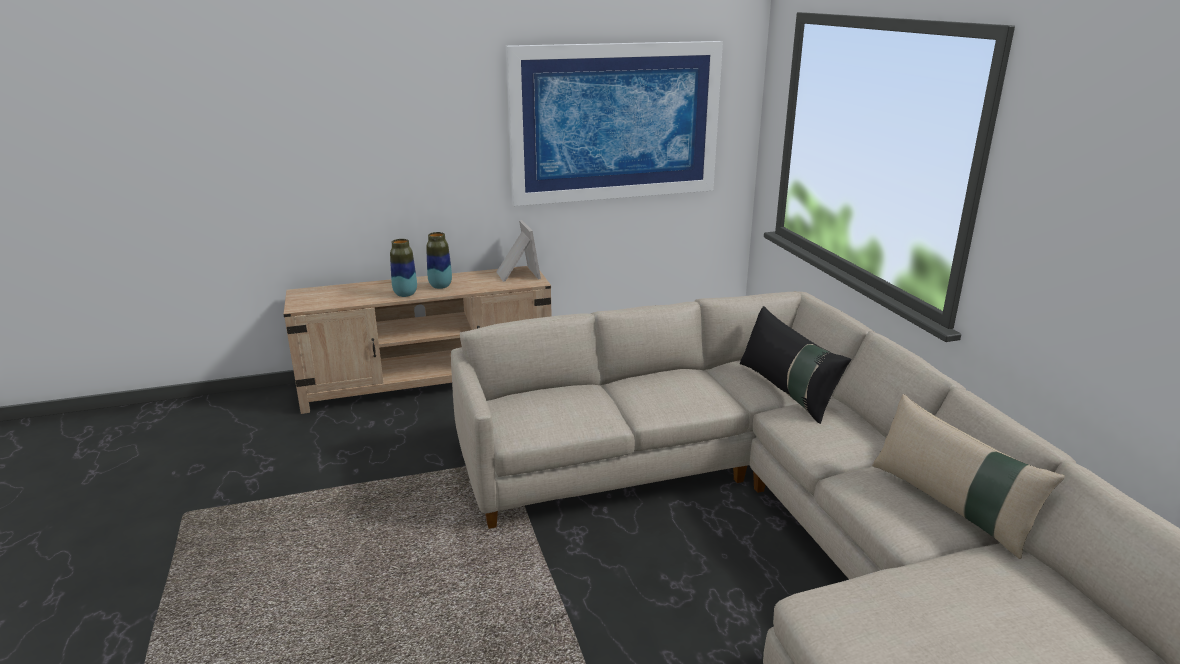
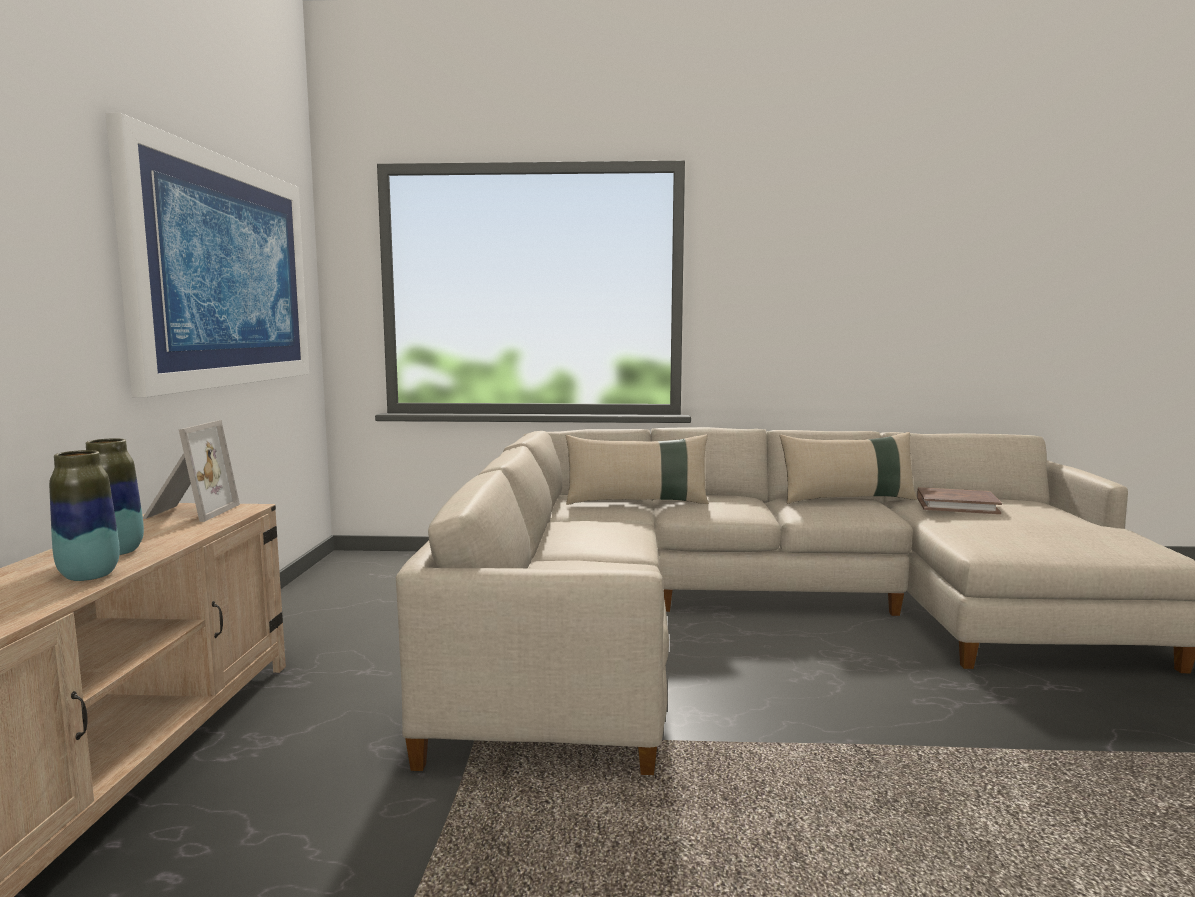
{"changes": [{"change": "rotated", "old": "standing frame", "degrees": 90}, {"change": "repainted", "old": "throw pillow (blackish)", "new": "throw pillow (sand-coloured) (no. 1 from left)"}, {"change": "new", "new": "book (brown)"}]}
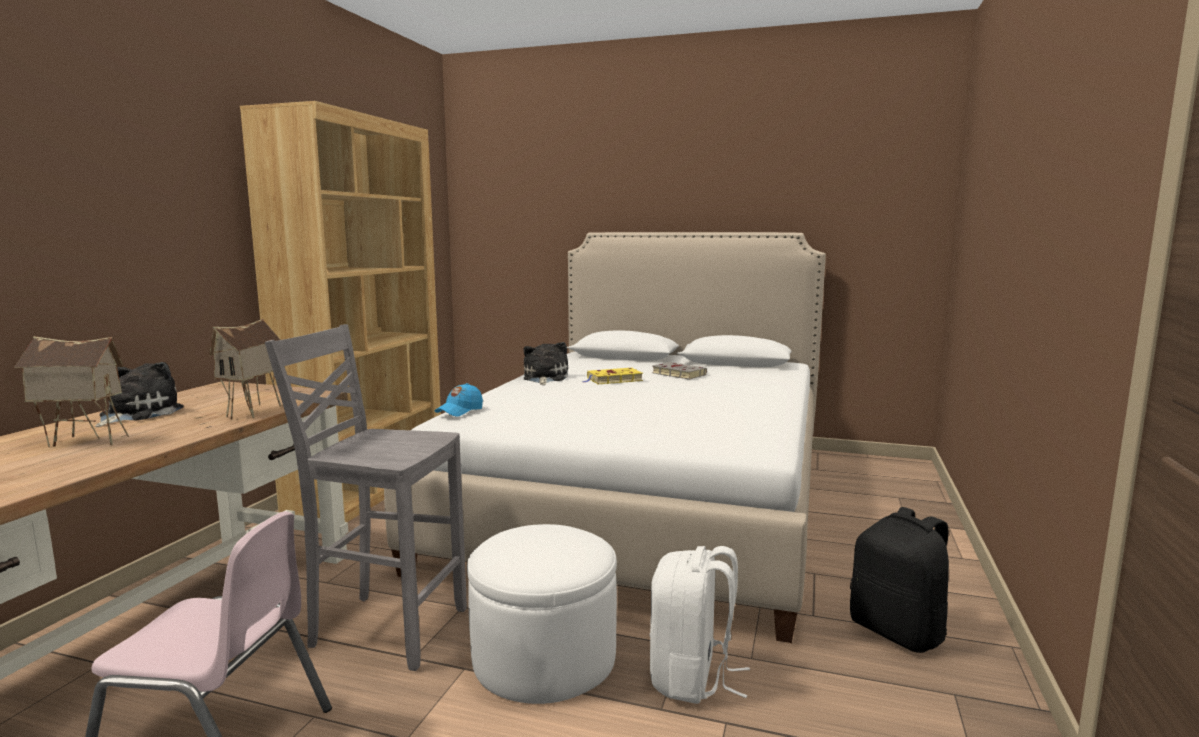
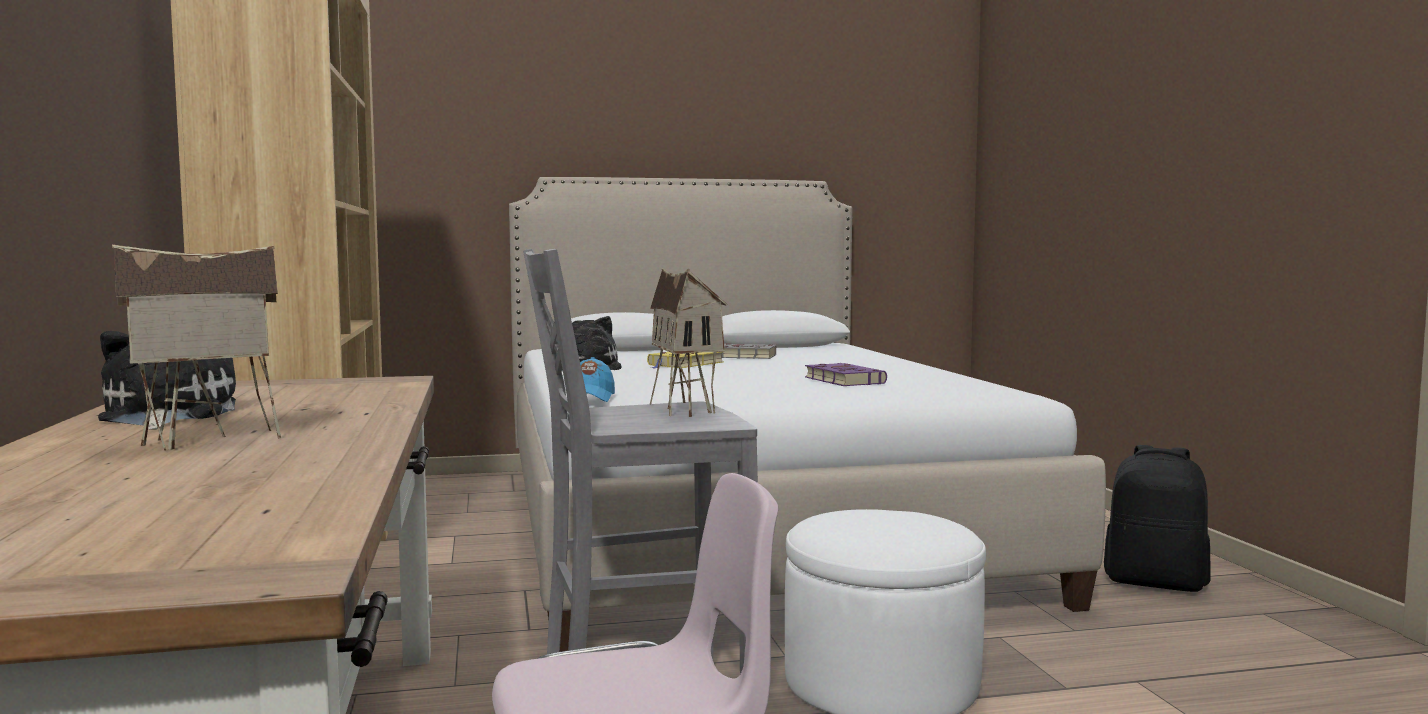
{"changes": [{"change": "shifted", "old": "toy house (no. 2 from left)"}, {"change": "new", "new": "book (purple-coloured)"}, {"change": "gone", "old": "rucksack (white-coloured)"}]}
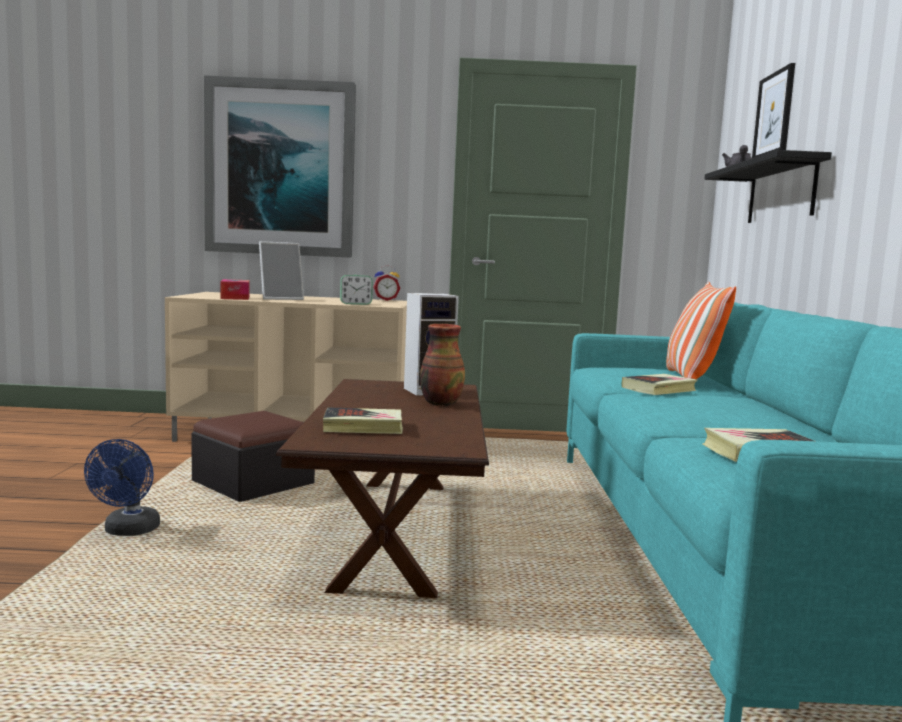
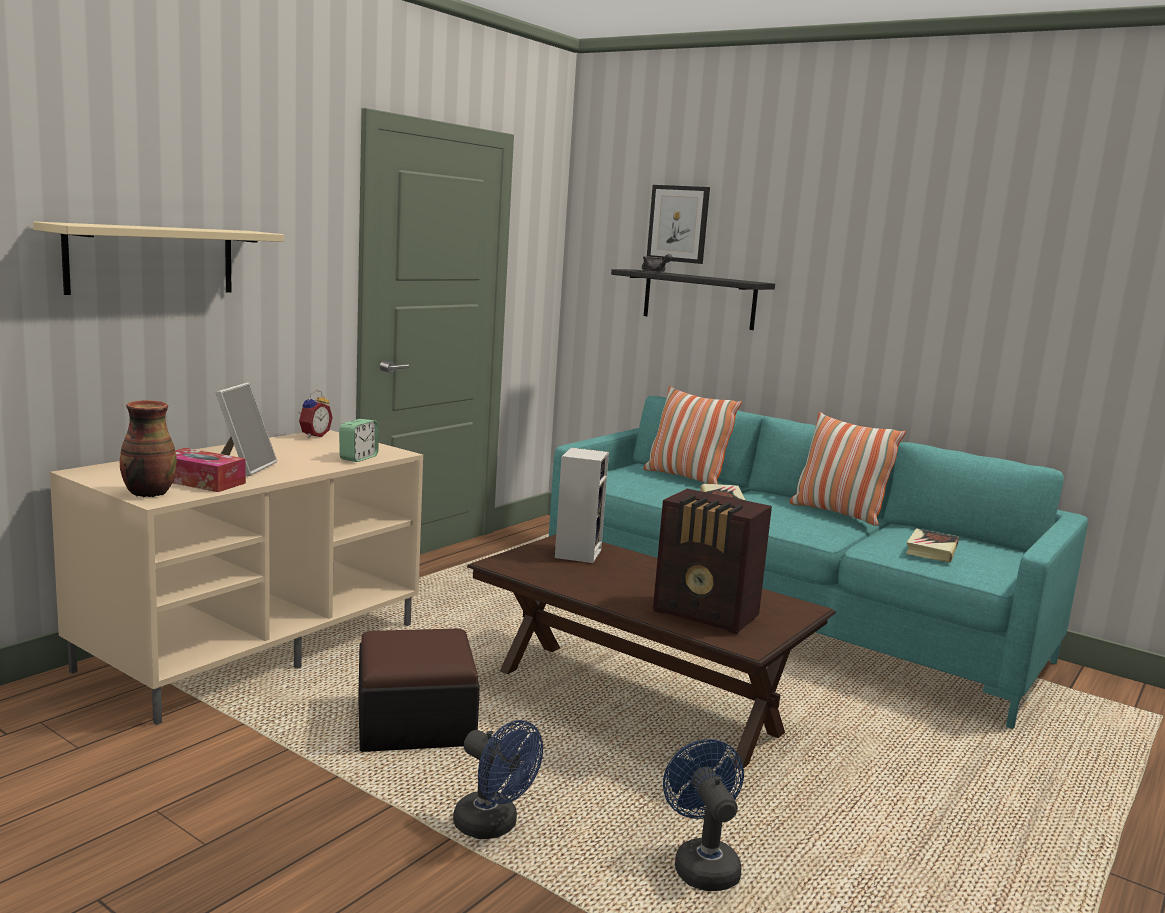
{"changes": [{"change": "swapped", "old": "wall picture (no. 1 from left)", "new": "shelf (sand-coloured)"}, {"change": "shifted", "old": "decorative vase"}, {"change": "swapped", "old": "book (no. 1 from left)", "new": "radio"}, {"change": "new", "new": "fan (blue) (no. 2 from left)"}, {"change": "new", "new": "throw pillow (no. 2 from left)"}]}
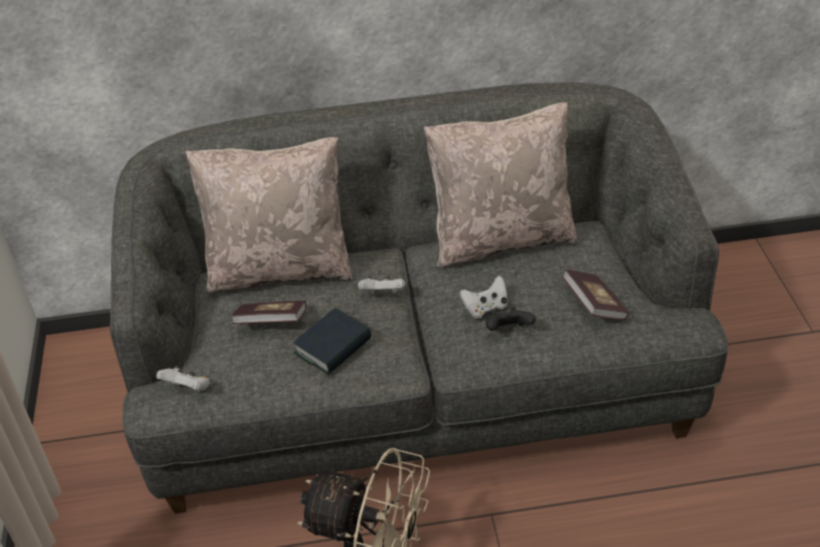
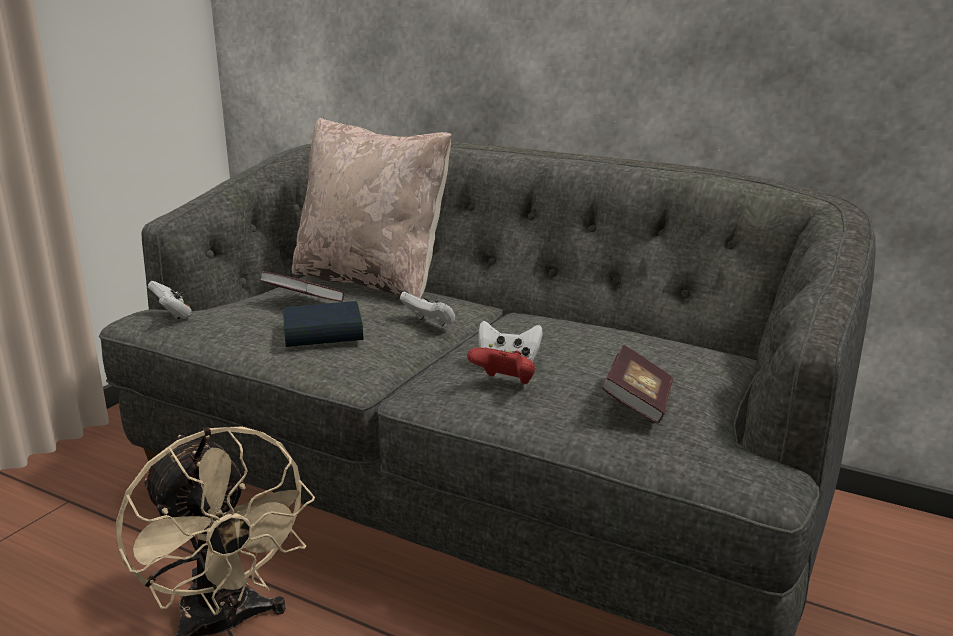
{"changes": [{"change": "repainted", "old": "game controller (blackish)", "new": "game controller (red)"}, {"change": "gone", "old": "throw pillow (sand-coloured) (no. 2 from left)"}]}
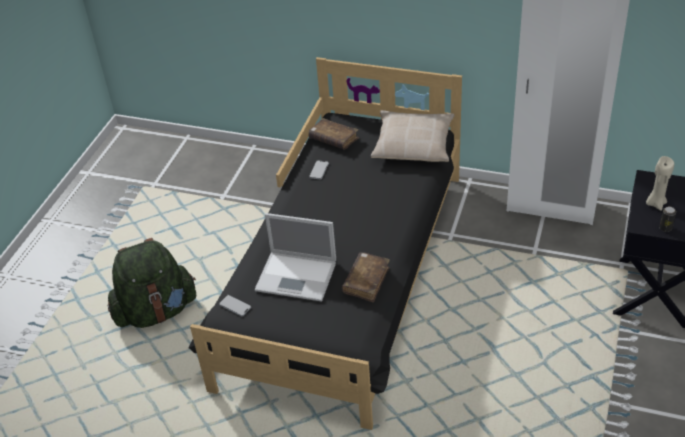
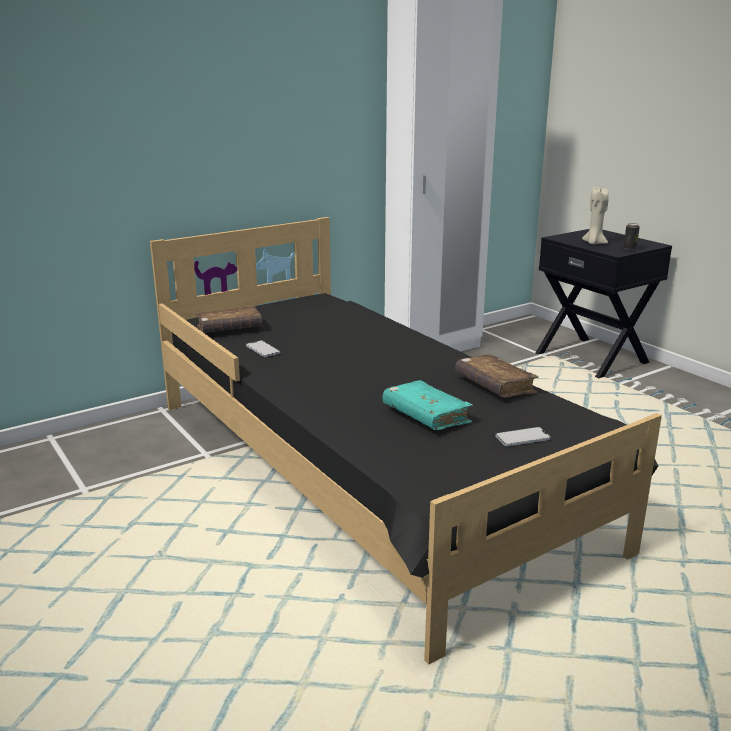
{"changes": [{"change": "swapped", "old": "notebook computer", "new": "book (turquoise)"}, {"change": "shifted", "old": "telephone (no. 1 from left in the first image)", "new": "telephone (no. 2 from left)"}, {"change": "gone", "old": "rucksack (green)"}, {"change": "gone", "old": "throw pillow (sand-coloured)"}]}
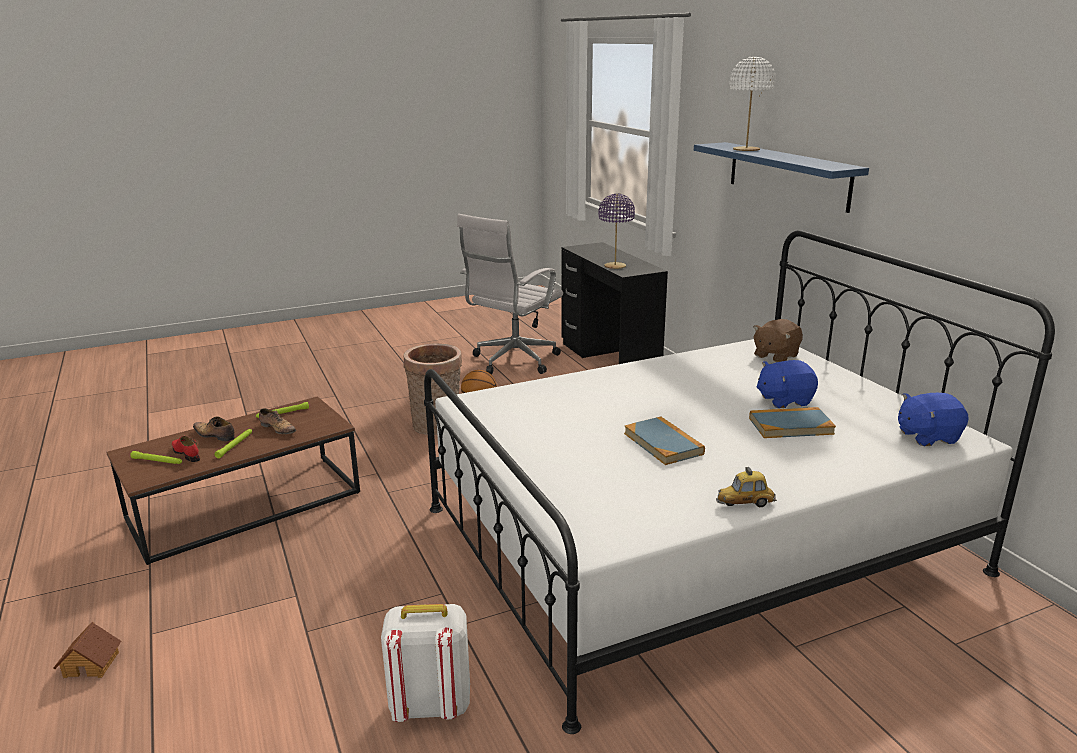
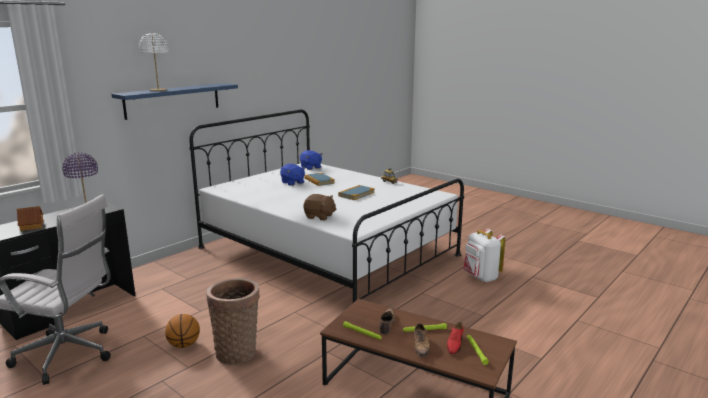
{"changes": [{"change": "shifted", "old": "toy house"}, {"change": "shifted", "old": "cuddly toy (brown)"}]}
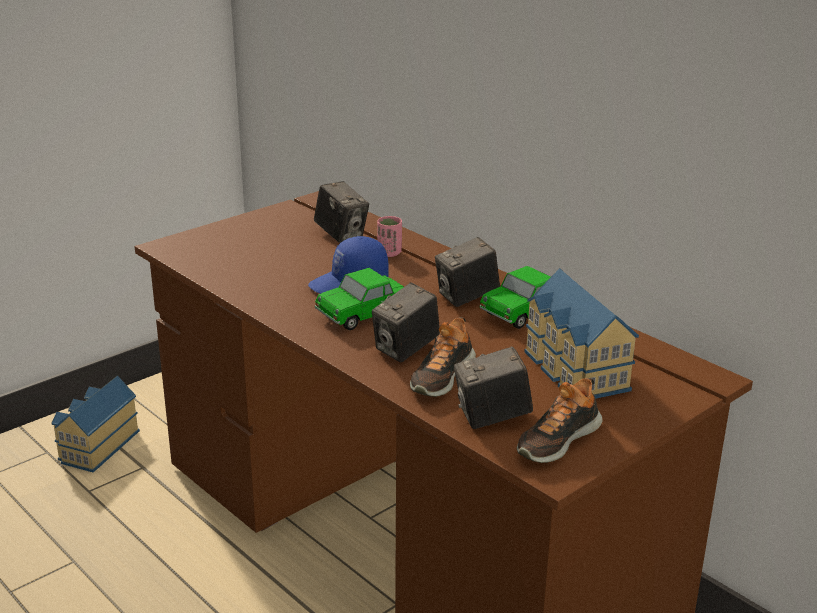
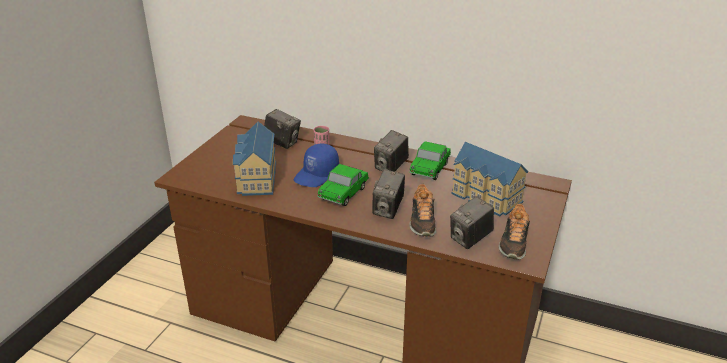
{"changes": [{"change": "shifted", "old": "toy house (no. 1 from left)"}]}
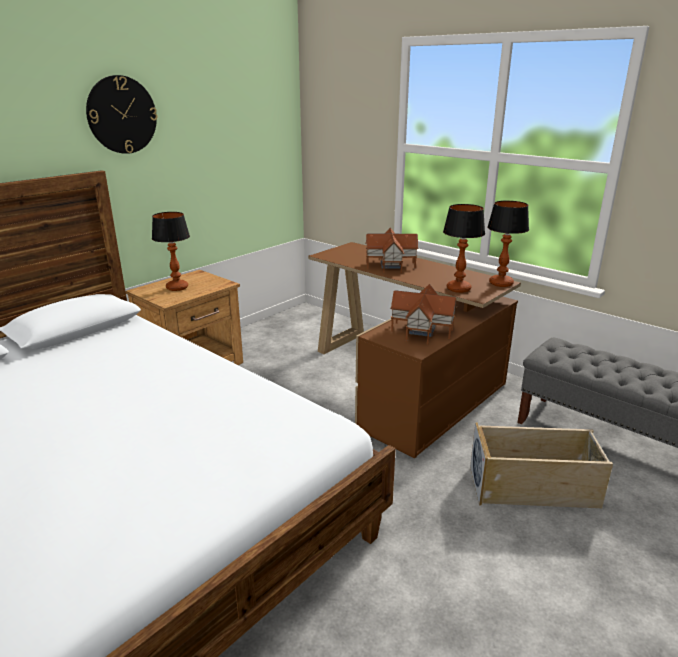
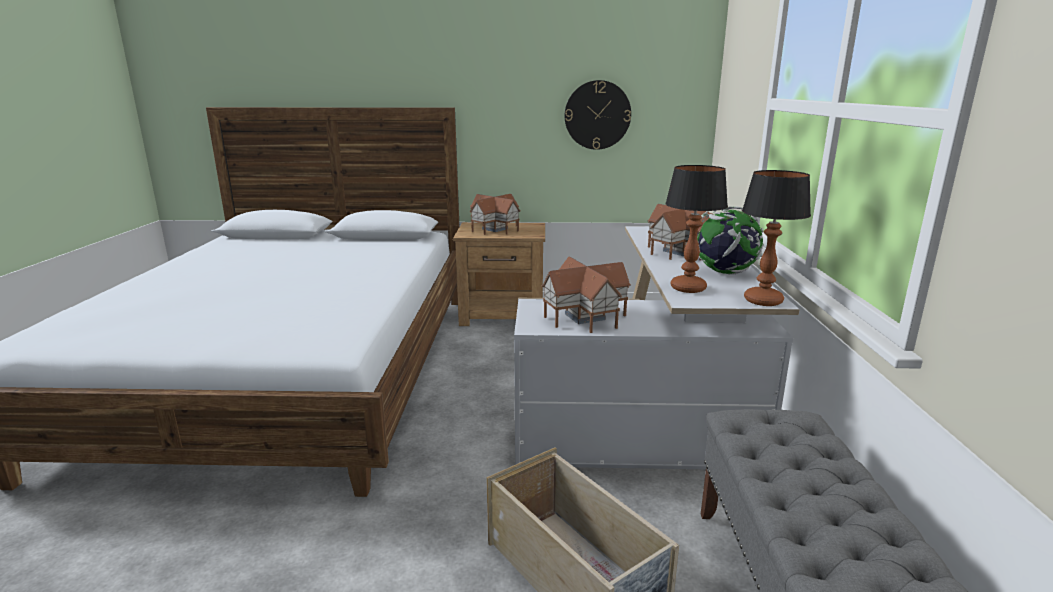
{"changes": [{"change": "swapped", "old": "table lamp (no. 1 from left)", "new": "toy house (no. 1 from left)"}, {"change": "repainted", "old": "desk (brown)", "new": "desk (white-coloured)"}, {"change": "shifted", "old": "clock on the wall"}, {"change": "new", "new": "globe"}]}
